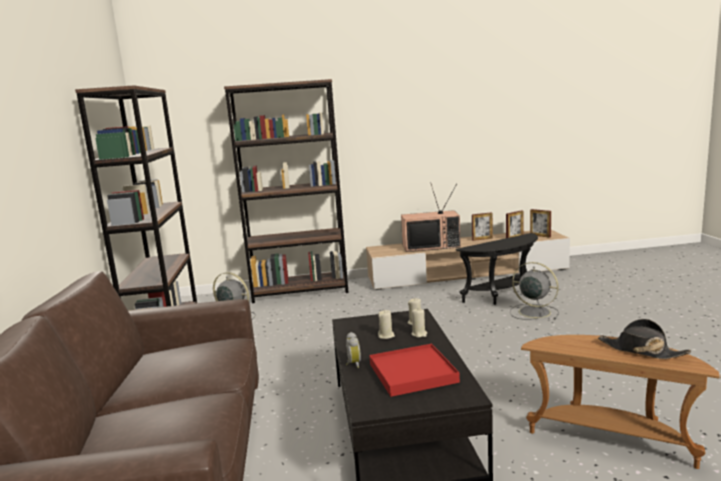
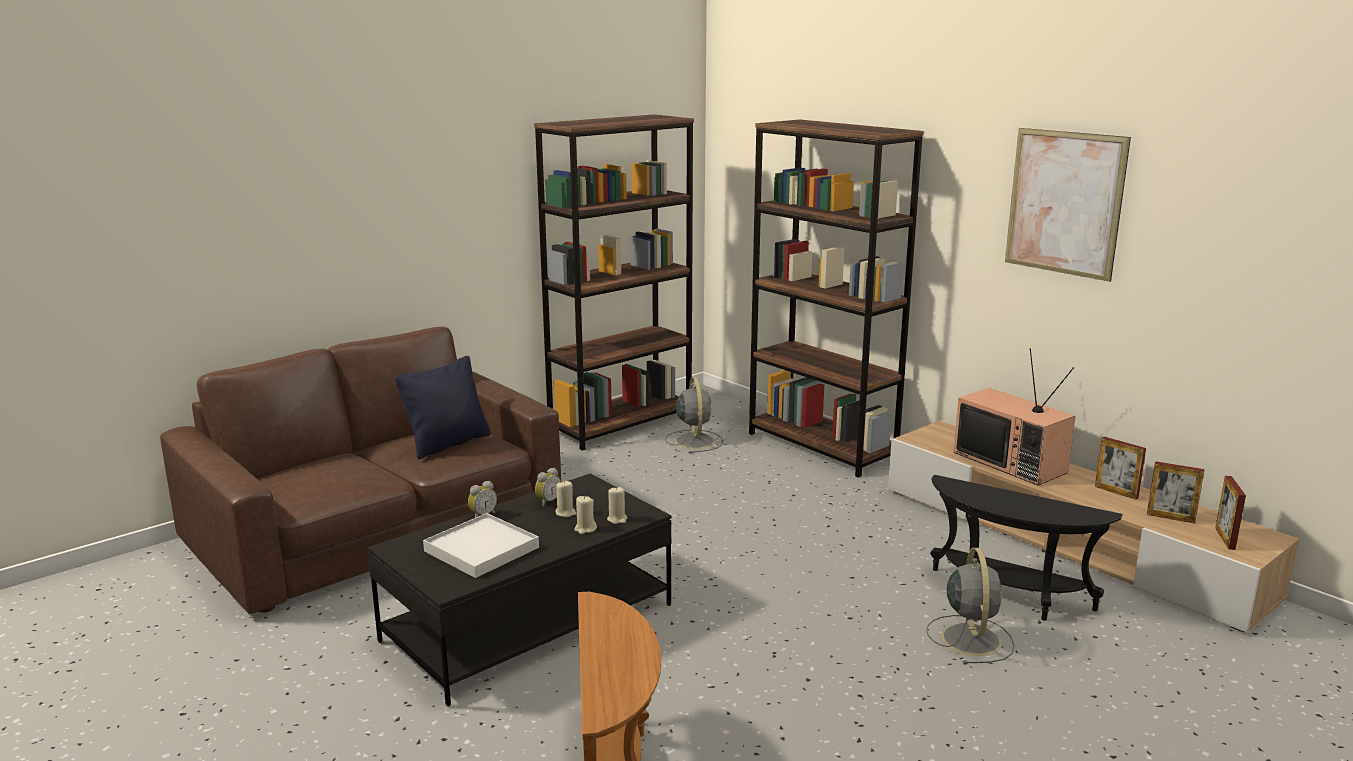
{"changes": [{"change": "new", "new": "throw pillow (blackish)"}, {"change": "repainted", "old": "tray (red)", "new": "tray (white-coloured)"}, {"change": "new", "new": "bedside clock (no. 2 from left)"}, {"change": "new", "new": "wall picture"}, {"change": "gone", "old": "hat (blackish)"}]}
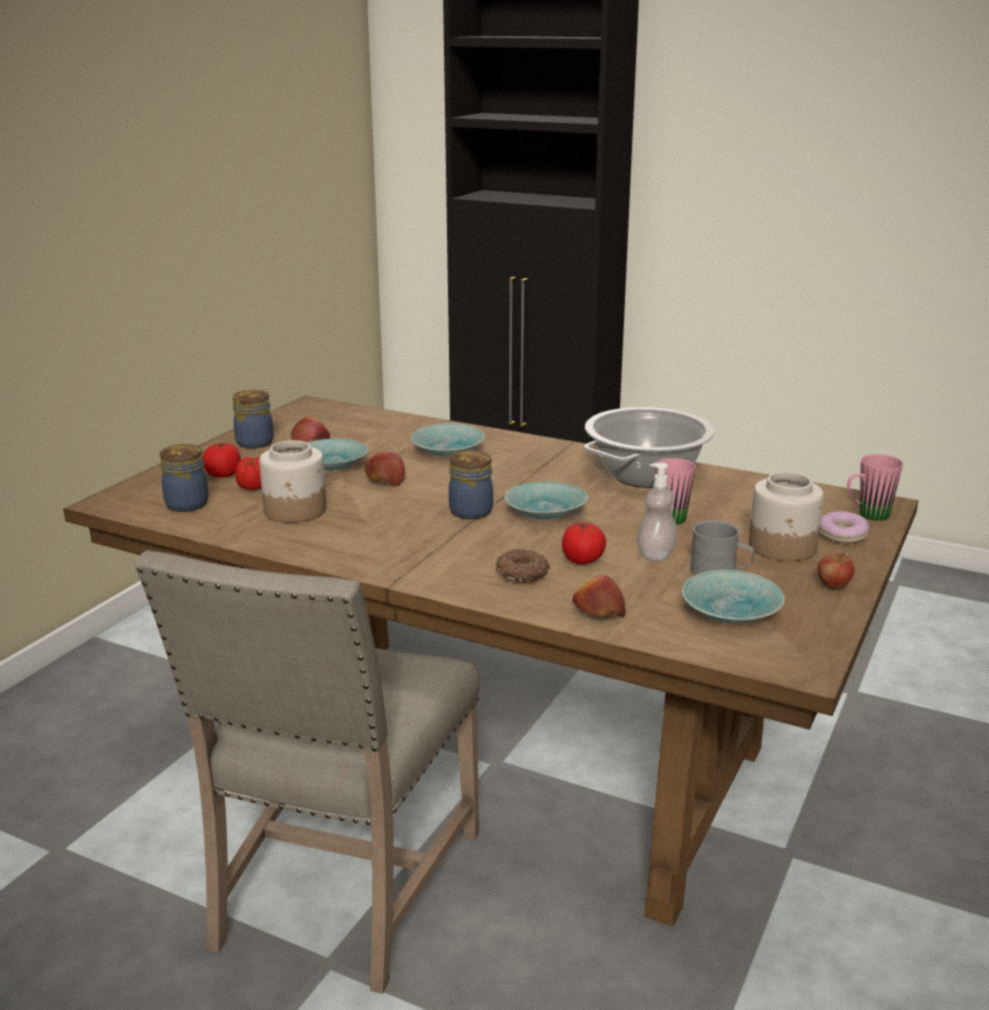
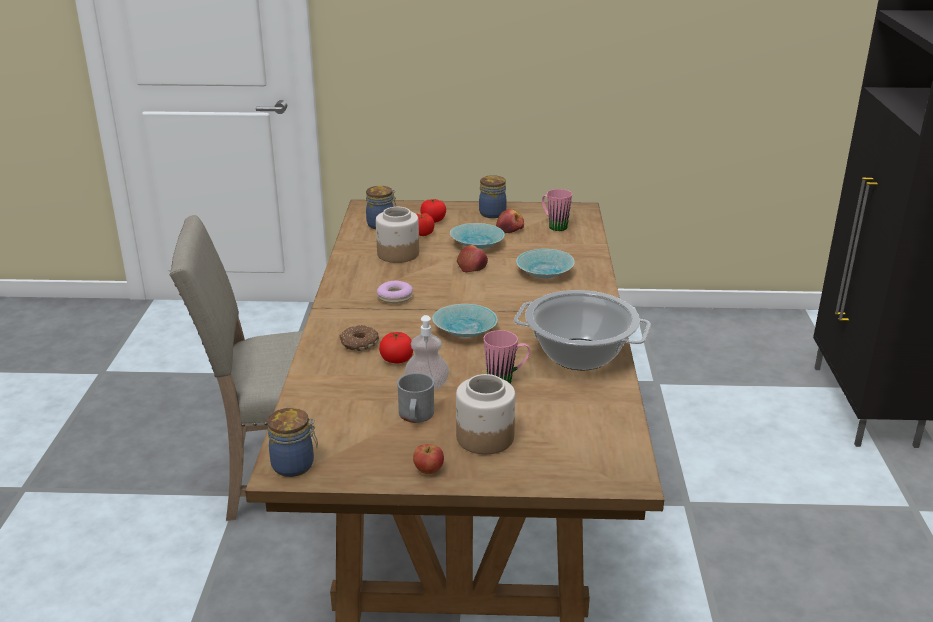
{"changes": [{"change": "shifted", "old": "preserve jar (no. 4 from left in the first image)", "new": "preserve jar (no. 1 from left)"}, {"change": "shifted", "old": "donut (no. 2 from left)"}, {"change": "shifted", "old": "coffee mug (pinkish) (no. 2 from left)"}, {"change": "gone", "old": "apple fruit (no. 3 from left)"}, {"change": "gone", "old": "deep dish (turquoise) (no. 4 from left)"}]}
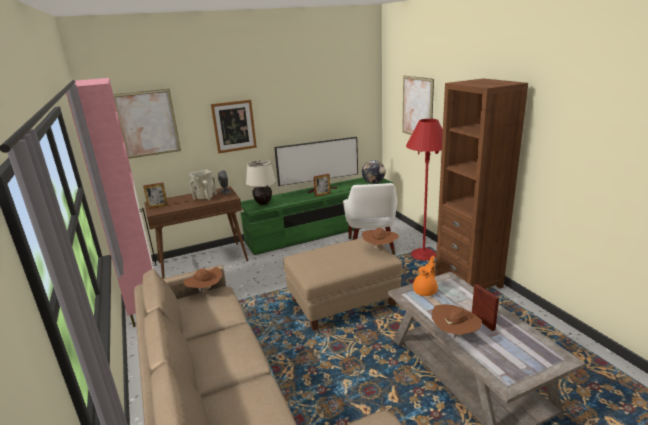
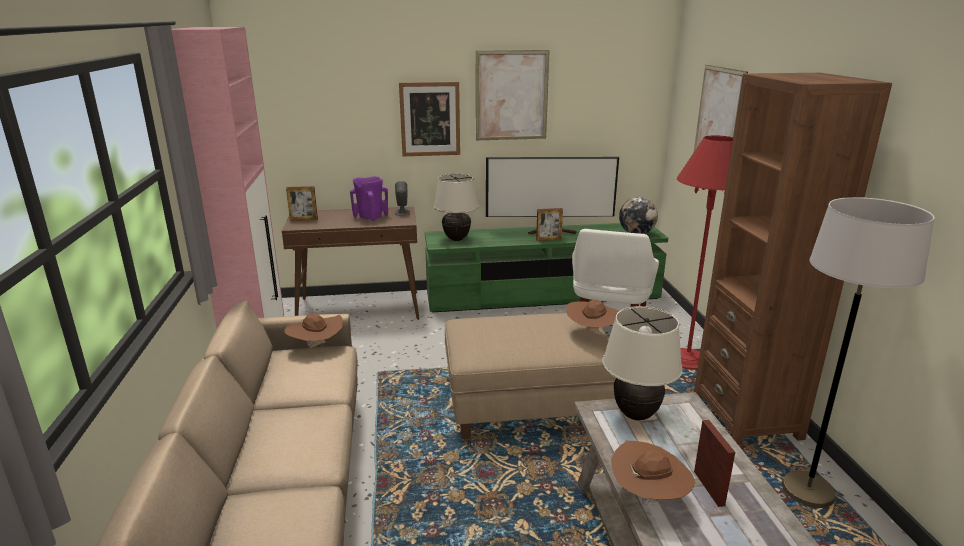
{"changes": [{"change": "repainted", "old": "decorative vase (sand-coloured)", "new": "decorative vase (purple-coloured)"}, {"change": "shifted", "old": "wall picture (no. 1 from left in the first image)", "new": "wall picture (no. 2 from left)"}, {"change": "swapped", "old": "tea pot (orange-coloured)", "new": "table lamp (sand-coloured) (no. 2 from left)"}, {"change": "new", "new": "standard lamp (gray)"}]}
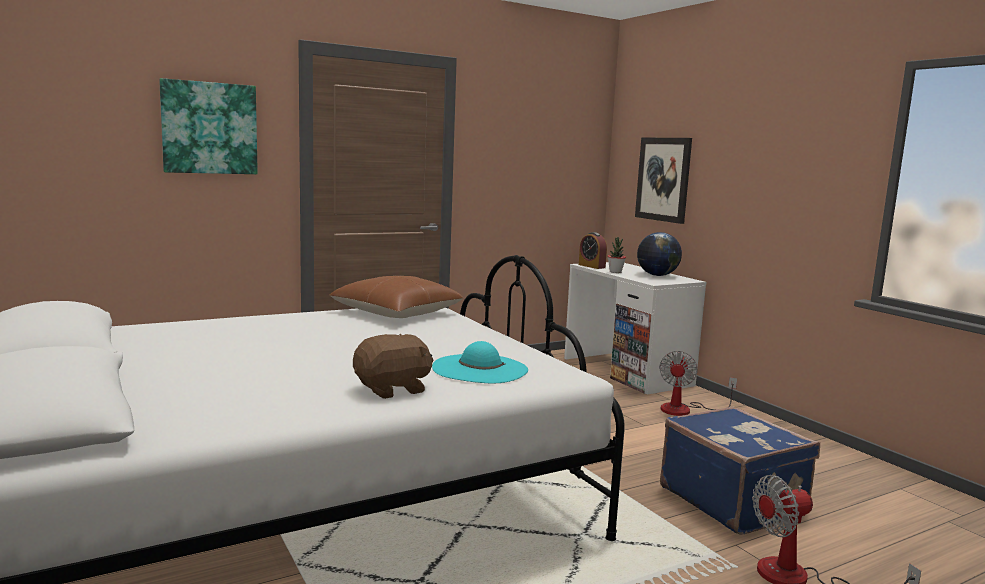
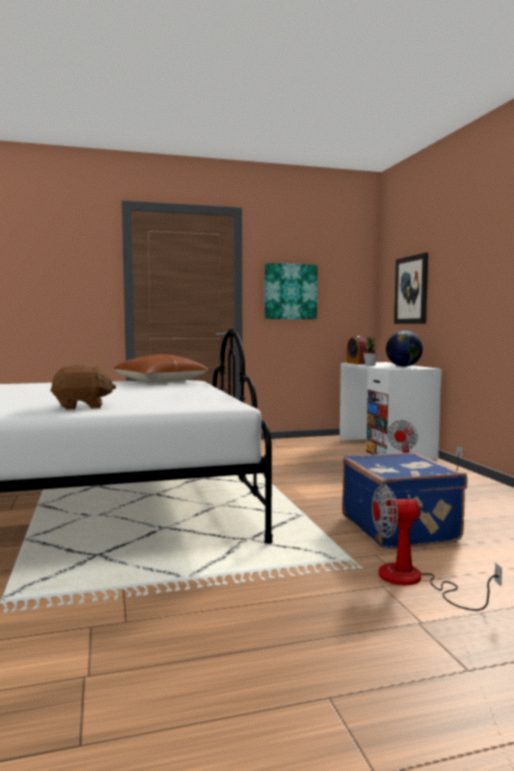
{"changes": [{"change": "shifted", "old": "wall picture (no. 1 from left)"}, {"change": "gone", "old": "hat (turquoise)"}]}
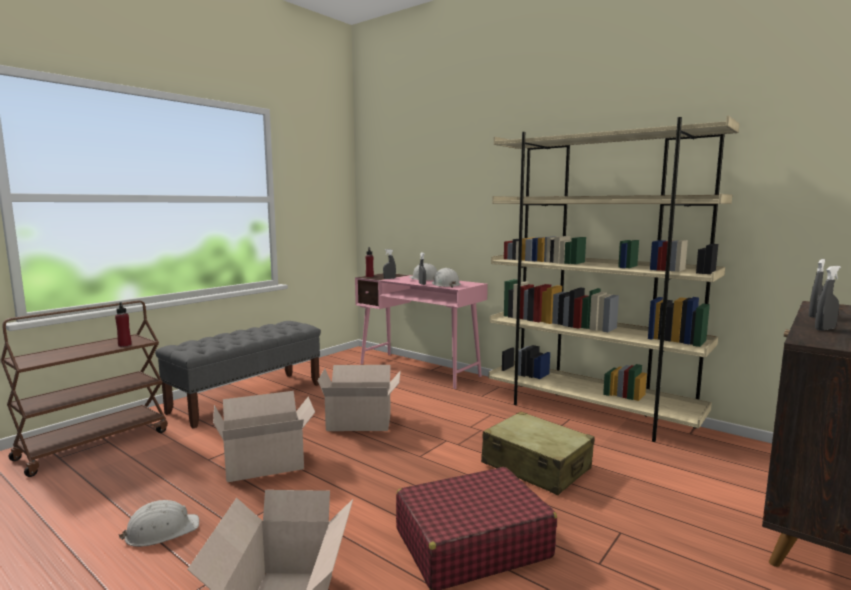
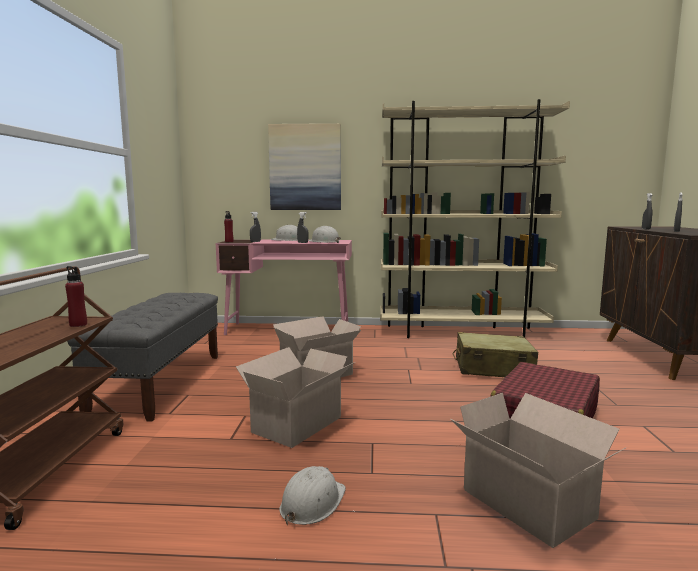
{"changes": [{"change": "new", "new": "wall picture"}]}
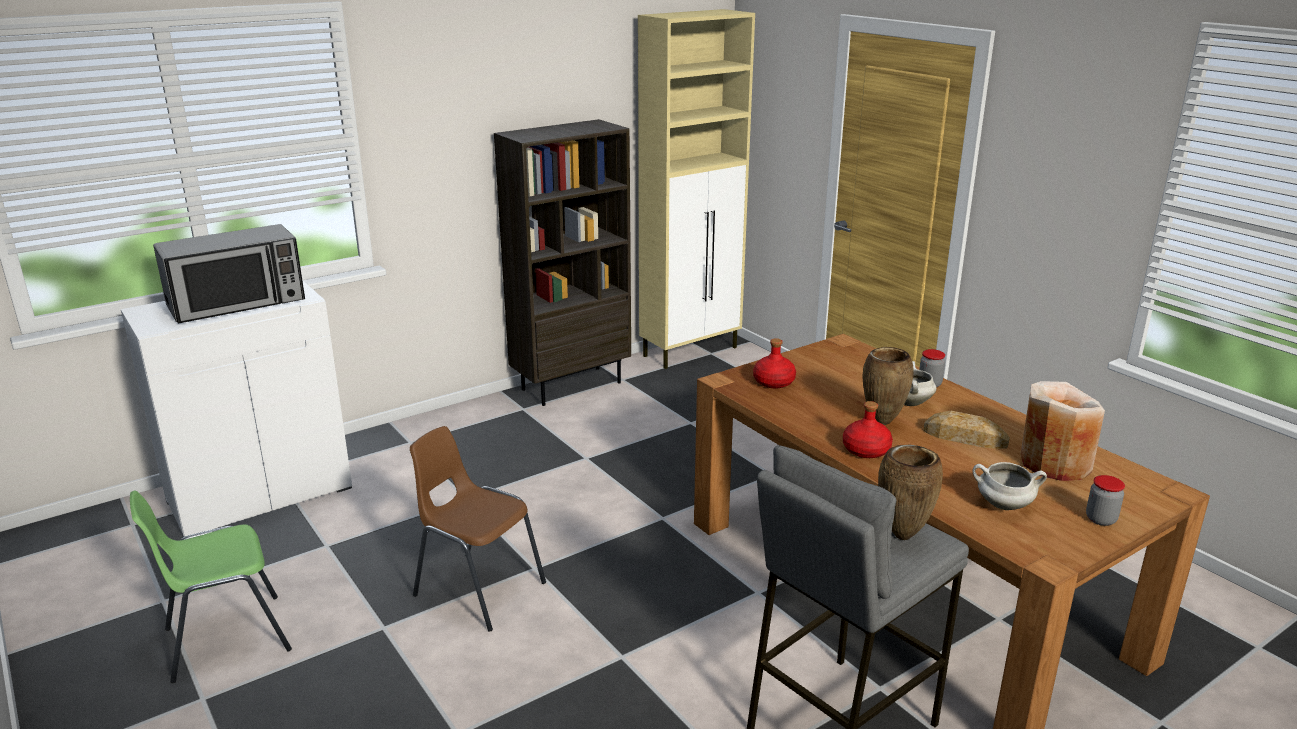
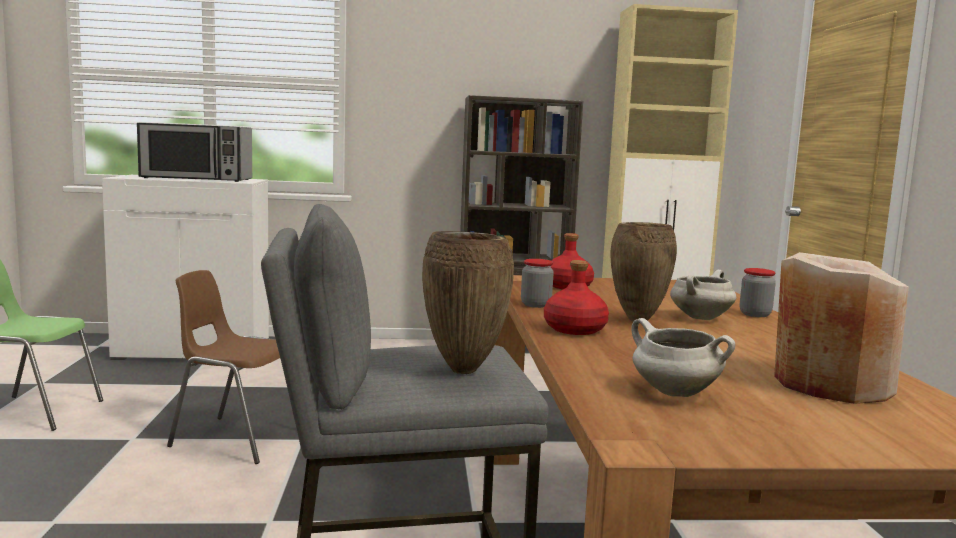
{"changes": [{"change": "rotated", "old": "upright chair (brown)", "degrees": -45}, {"change": "shifted", "old": "preserve jar (no. 2 from left in the first image)", "new": "preserve jar (no. 1 from left)"}, {"change": "gone", "old": "bakery bread"}]}
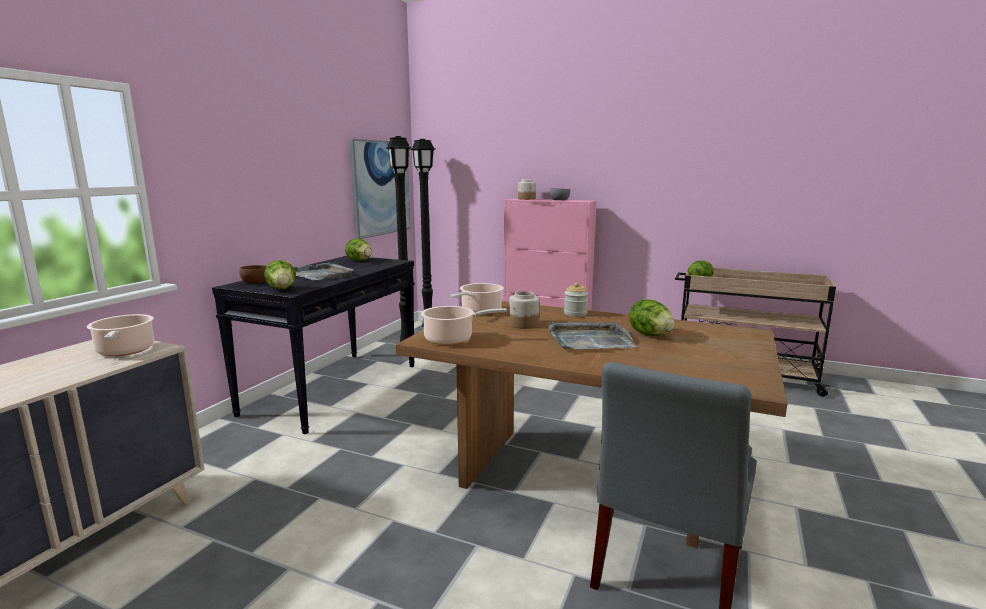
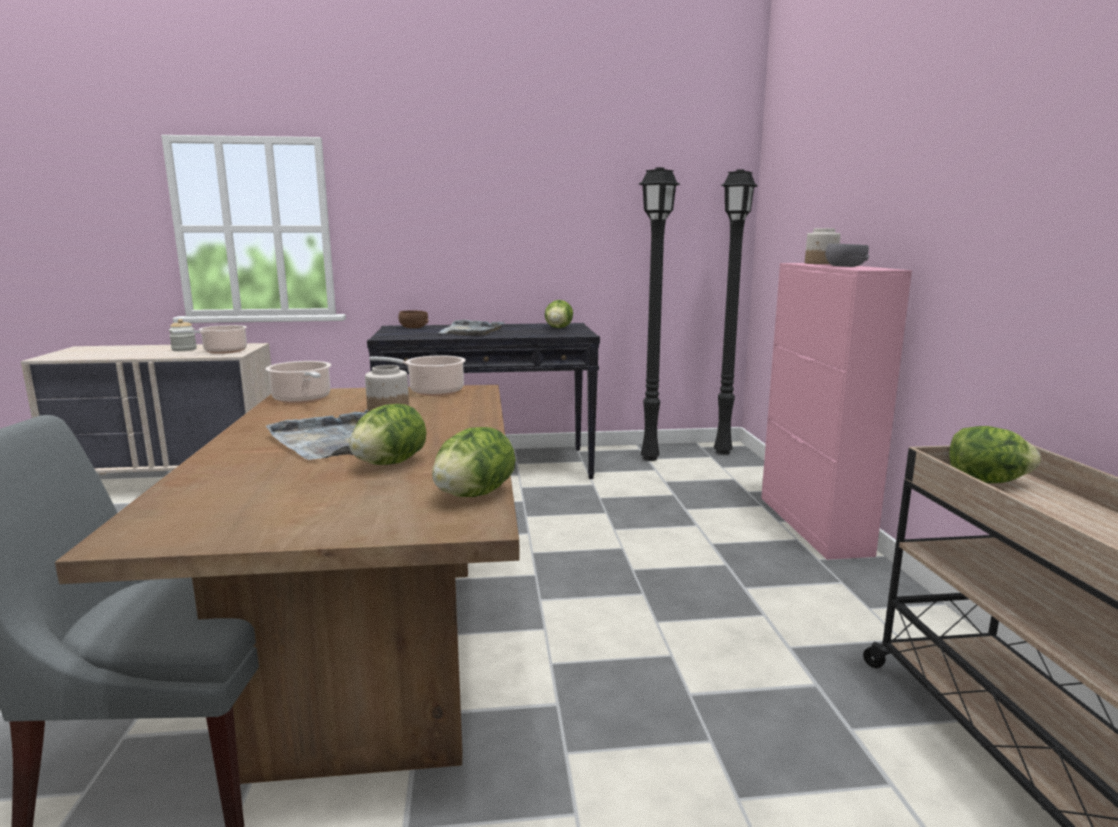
{"changes": [{"change": "shifted", "old": "preserve jar (no. 3 from left in the first image)", "new": "preserve jar (no. 1 from left)"}, {"change": "shifted", "old": "head of lettuce (no. 1 from left in the first image)", "new": "head of lettuce (no. 2 from left)"}, {"change": "gone", "old": "wall picture"}]}
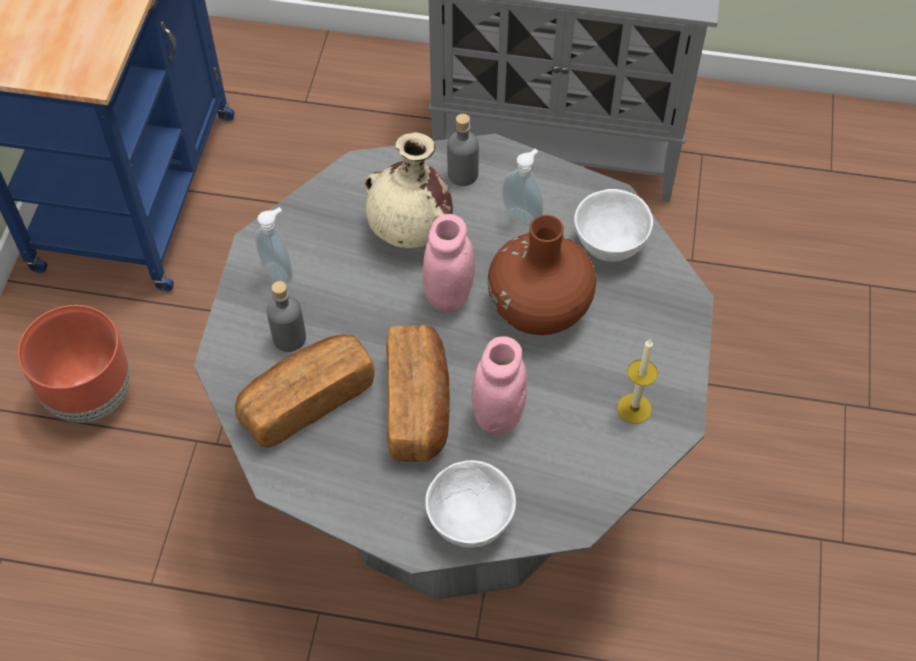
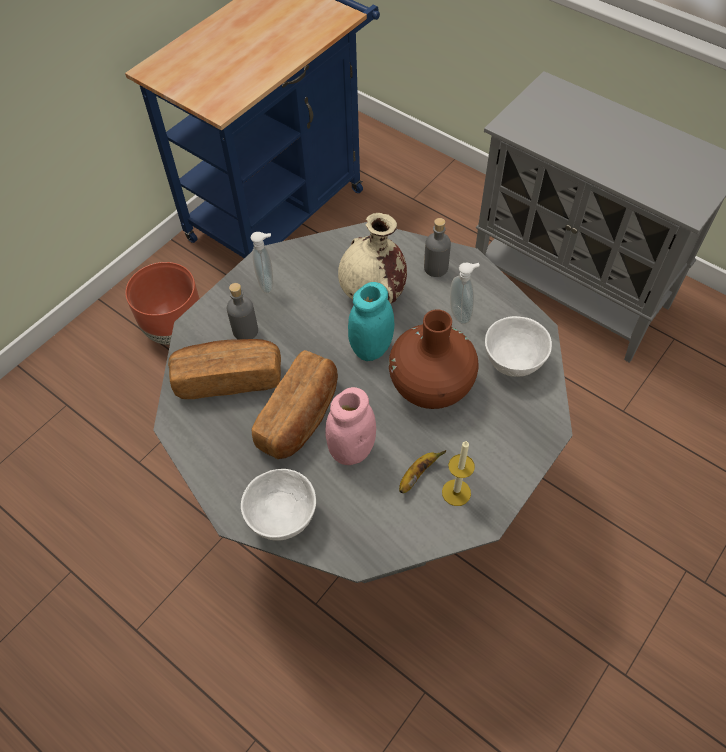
{"changes": [{"change": "repainted", "old": "preserve jar (pinkish) (no. 1 from left)", "new": "preserve jar (turquoise)"}, {"change": "new", "new": "banana"}]}
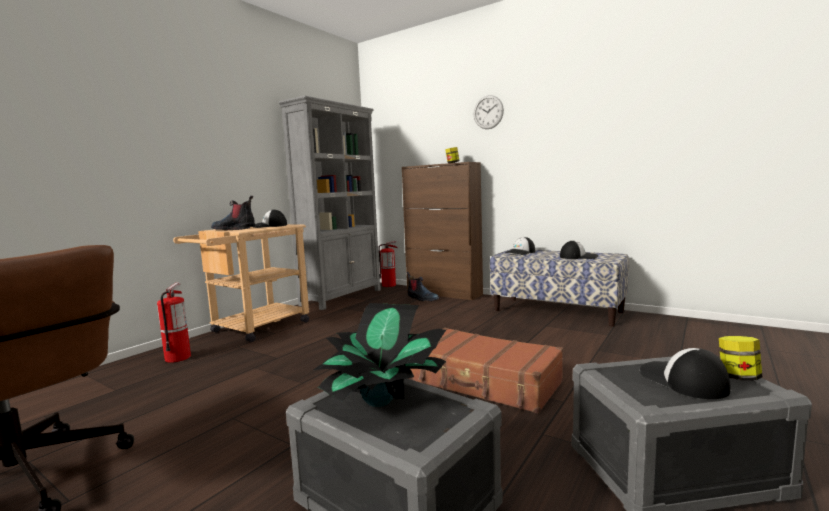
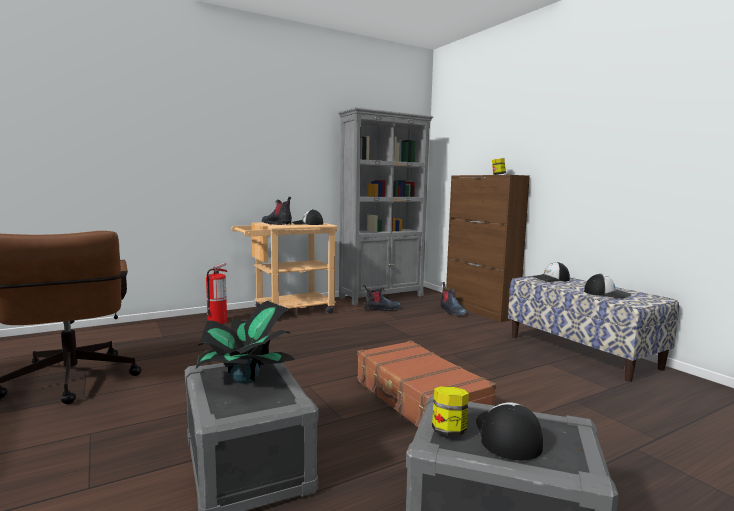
{"changes": [{"change": "new", "new": "high-top boot (no. 2 from left)"}, {"change": "shifted", "old": "preserve jar (no. 2 from left in the first image)", "new": "preserve jar (no. 1 from left)"}, {"change": "gone", "old": "fire-fighting cylinder (no. 2 from left)"}, {"change": "gone", "old": "clock on the wall"}]}
